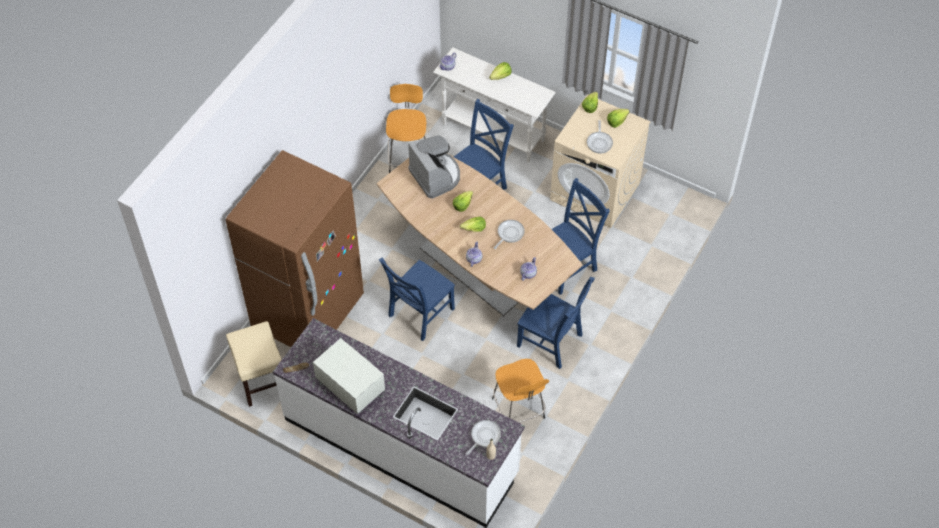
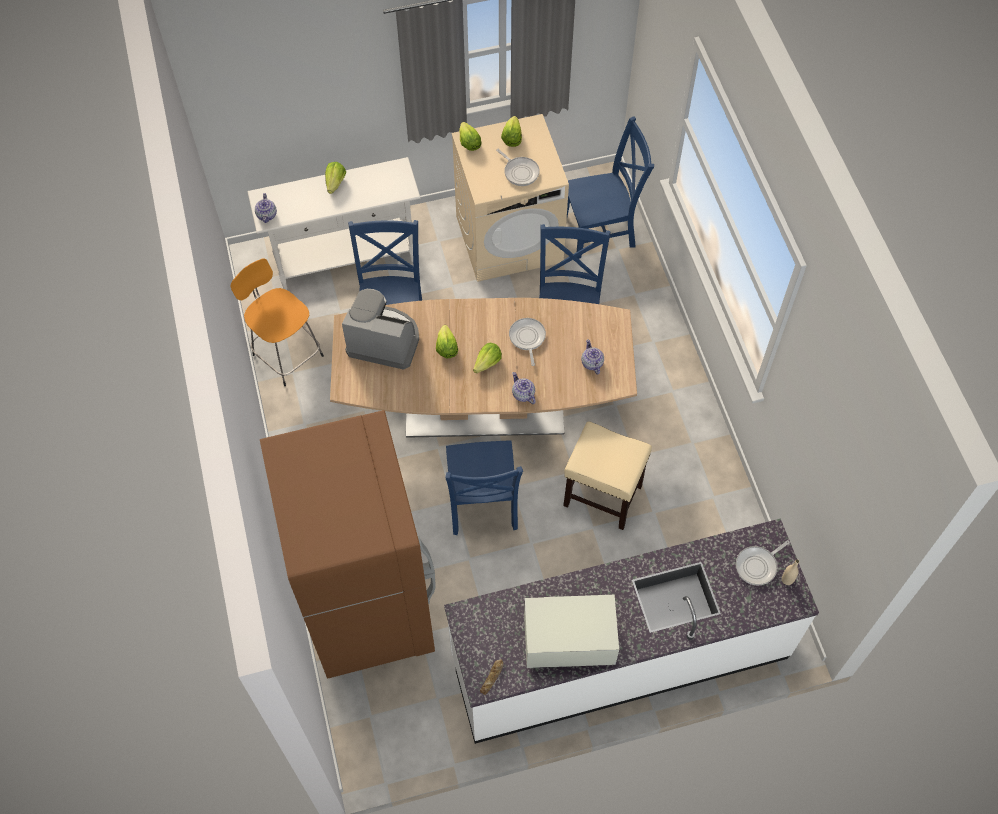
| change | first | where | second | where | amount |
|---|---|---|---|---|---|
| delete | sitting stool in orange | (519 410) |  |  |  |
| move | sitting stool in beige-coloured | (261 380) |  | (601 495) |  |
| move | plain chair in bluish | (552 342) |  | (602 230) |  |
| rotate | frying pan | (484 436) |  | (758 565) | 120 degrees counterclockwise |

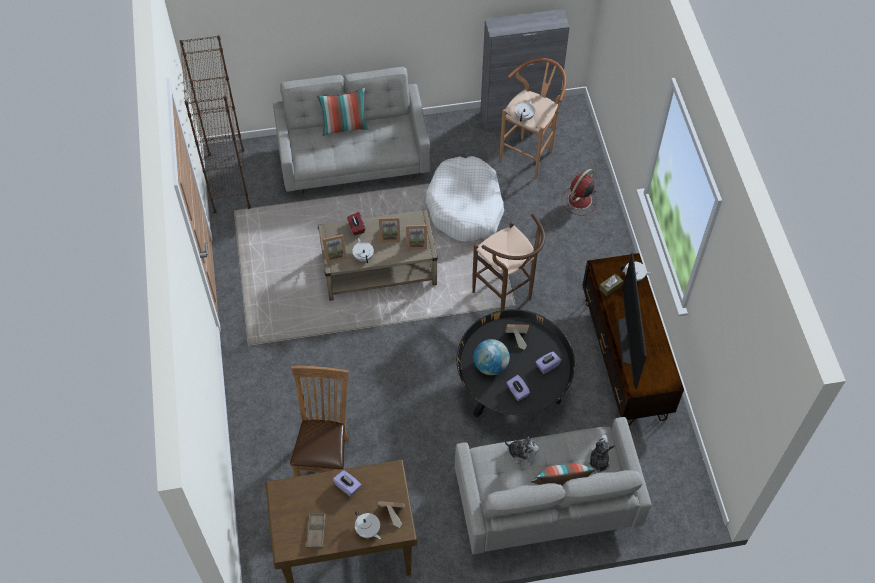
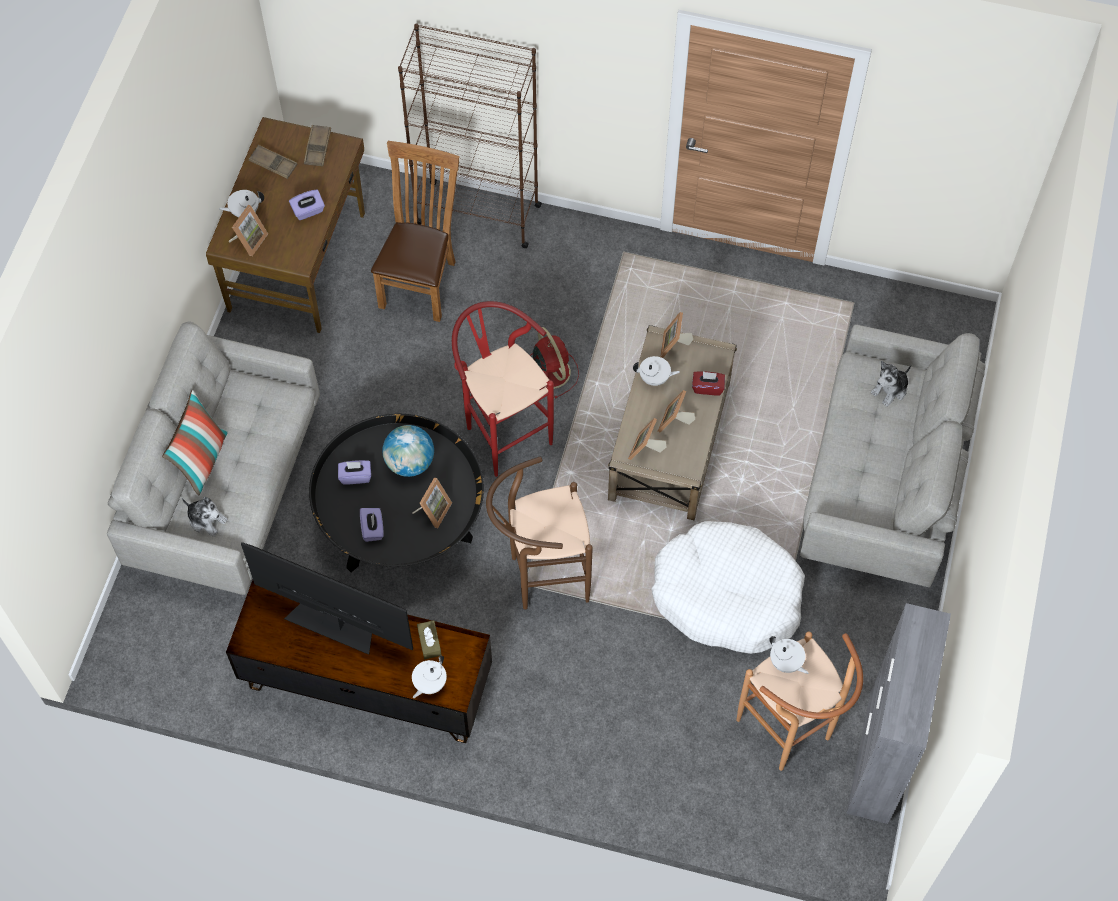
| change | first | where | second | where | amount |
|---|---|---|---|---|---|
| delete | cushion | (345 127) |  |  |  |
| insert |  |  | carrying tray in brown | (318 148) |  |
| insert |  |  | sitting stool in red-coloured | (503 431) |  |
| move | bookcase in brown | (229 181) |  | (477 214) |  |
| move | plush toy | (521 453) |  | (890 390) |  |
| move | electric fan in red-coloured | (579 200) |  | (550 370) |  |
| rotate | plain chair in brown | (325 457) |  | (421 280) | 105 degrees counterclockwise |

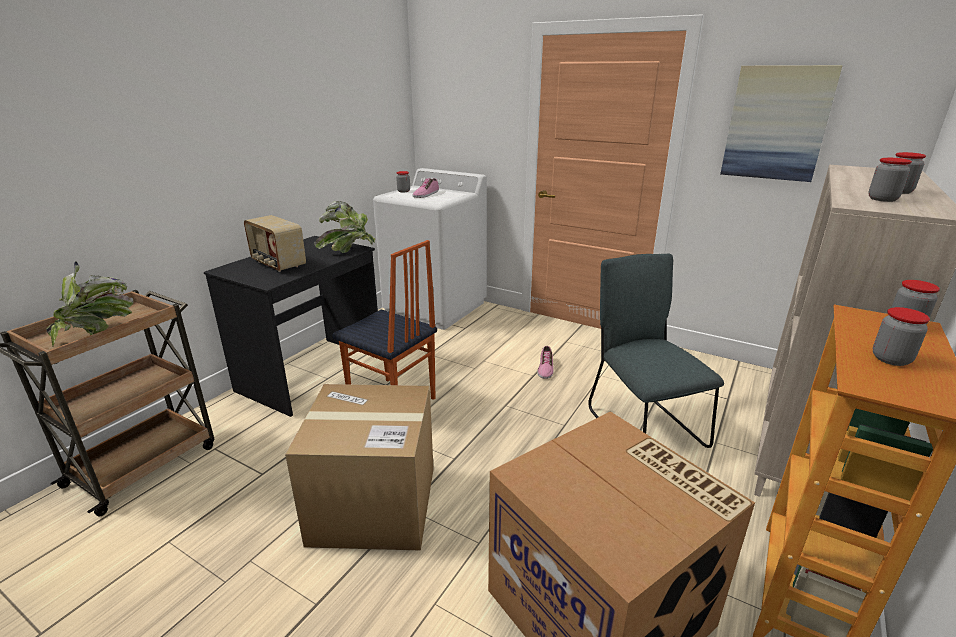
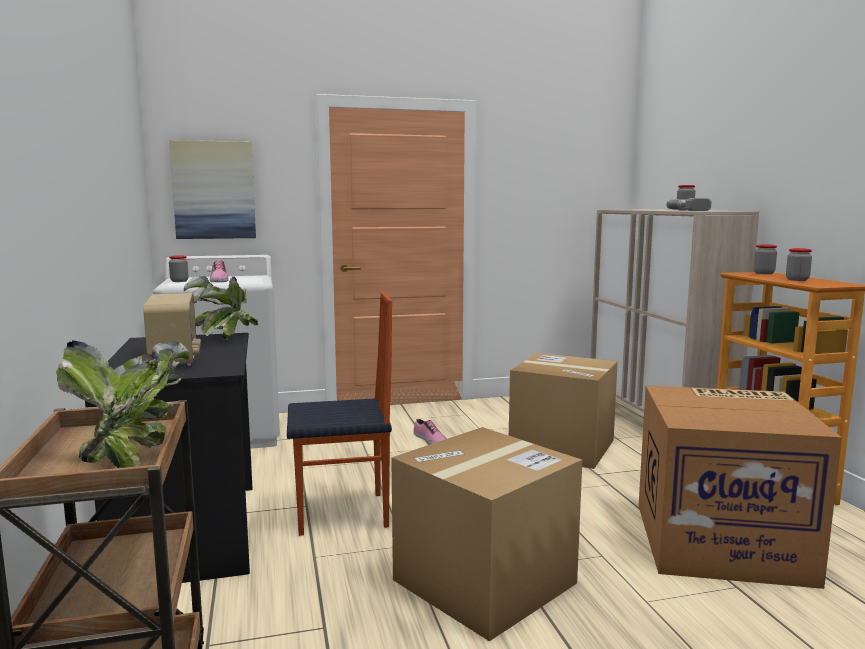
| change | first | where | second | where | amount |
|---|---|---|---|---|---|
| move | wall art | (777 123) |  | (214 190) |  |
| replace | plain chair in gray | (641 425) | carton | (562 446) |  |
| replace | storage jar | (882 199) | drill | (696 210) |  |
| rotate | radio set | (277 264) |  | (175 360) | 105 degrees counterclockwise |

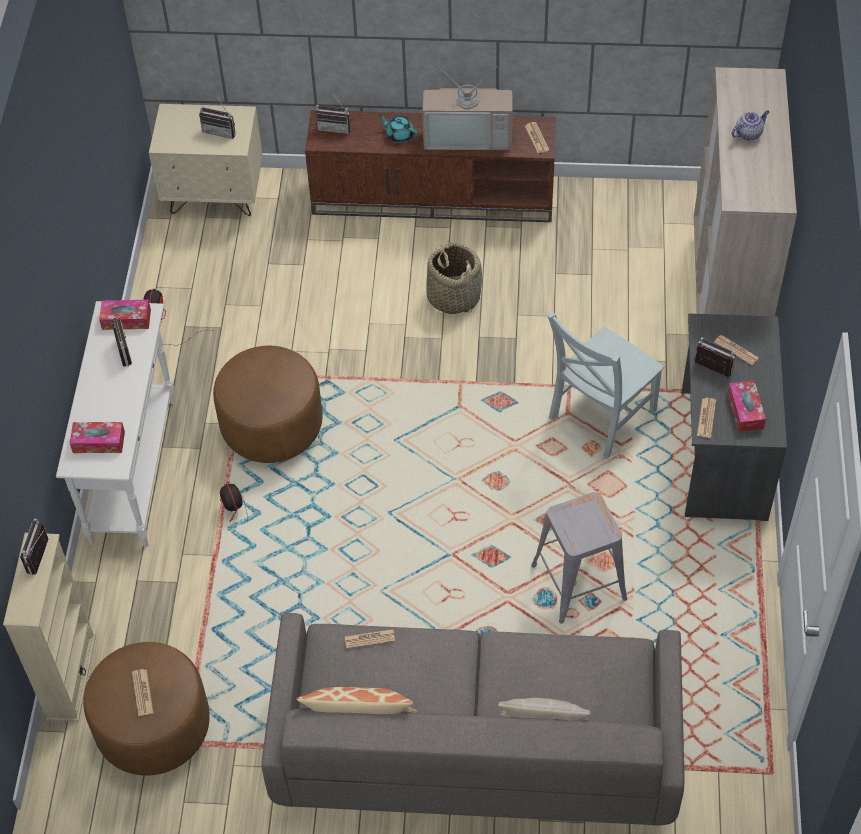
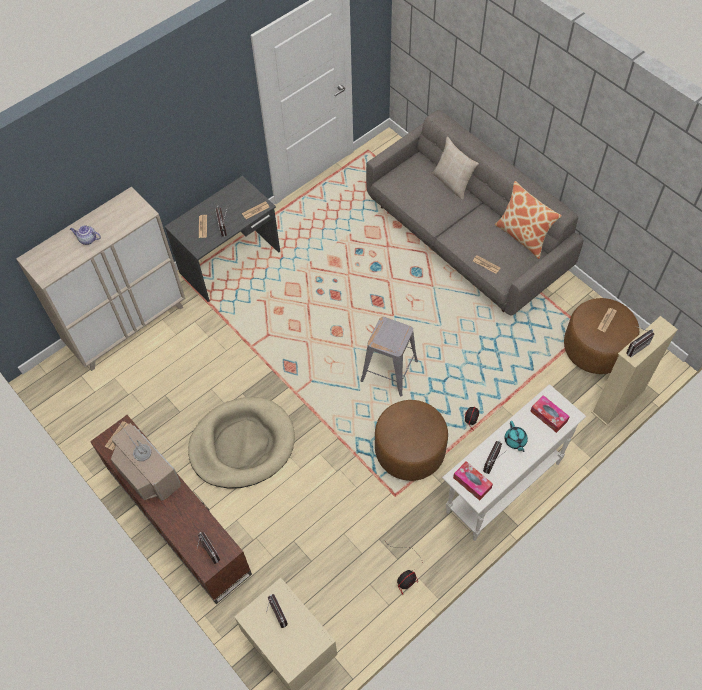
| change | first | where | second | where | amount |
|---|---|---|---|---|---|
| delete | plain chair in gray | (599 417) |  |  |  |
| delete | box of tissues | (745 410) |  |  |  |
| move | pot for tea in turquoise-coloured | (399 135) |  | (515 441) |  |
| move | sitting stool in gray | (577 583) |  | (389 371) |  |
| replace | household basket | (453 296) | dog bed in beige-coloured | (242 445) |  |

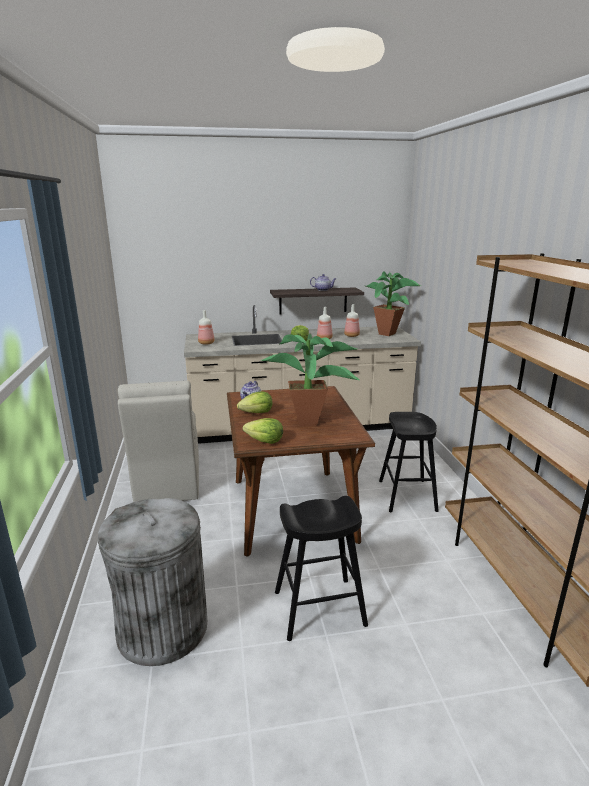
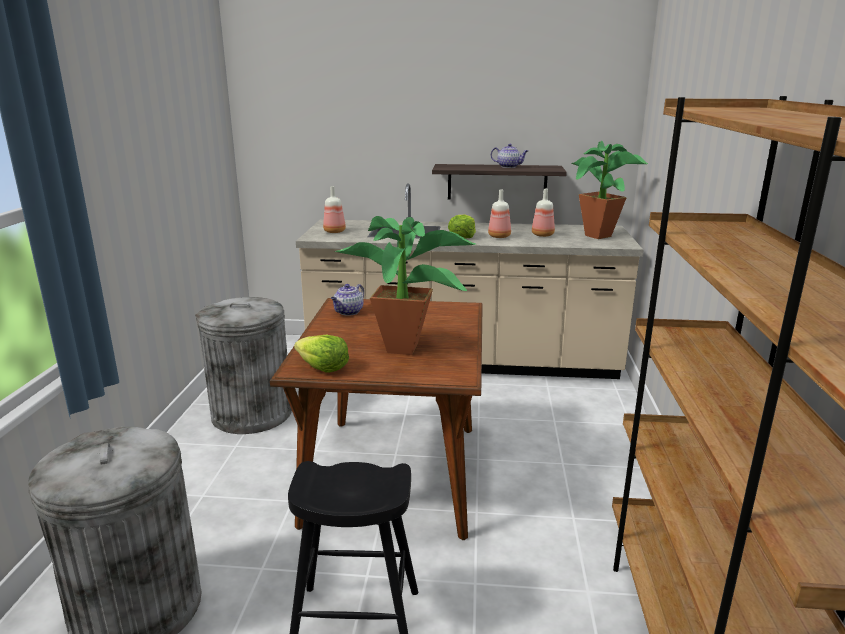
| change | first | where | second | where | amount |
|---|---|---|---|---|---|
| delete | lettuce head | (256 413) |  |  |  |
| delete | sitting stool in black | (407 495) |  |  |  |
| replace | plain chair in beige-coloured | (167 483) | trash can in gray | (251 414) |  |

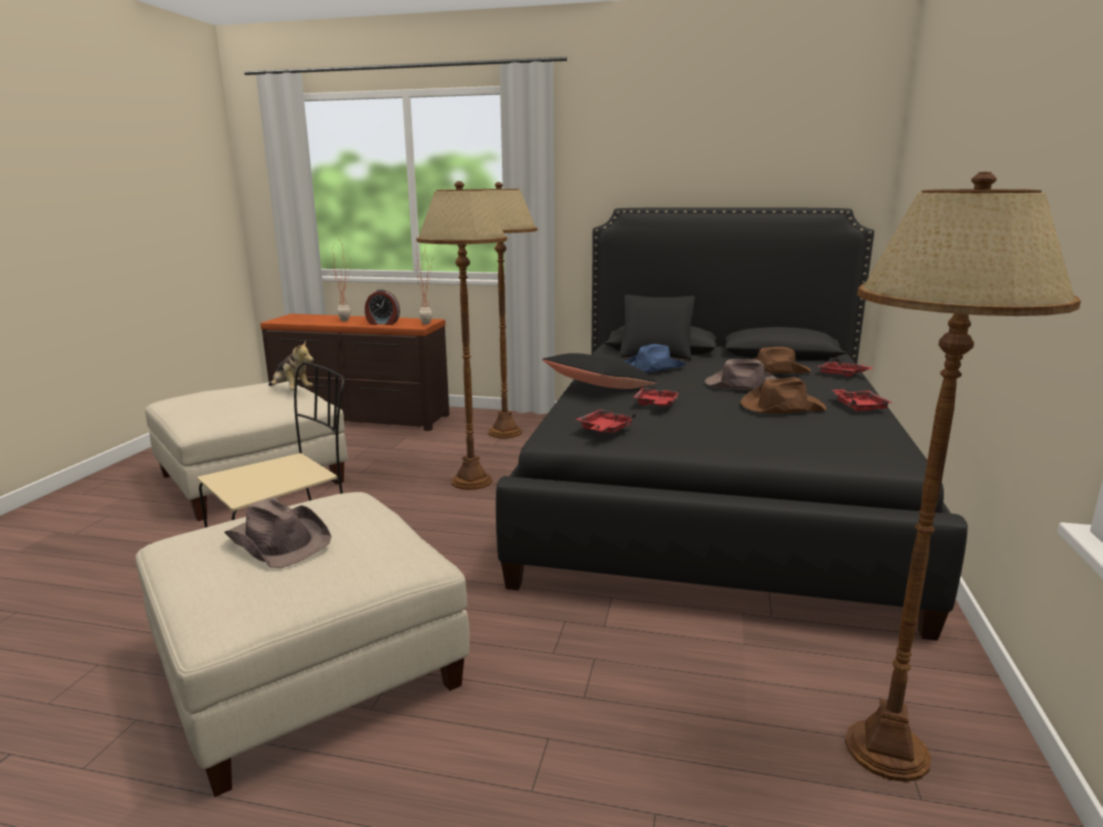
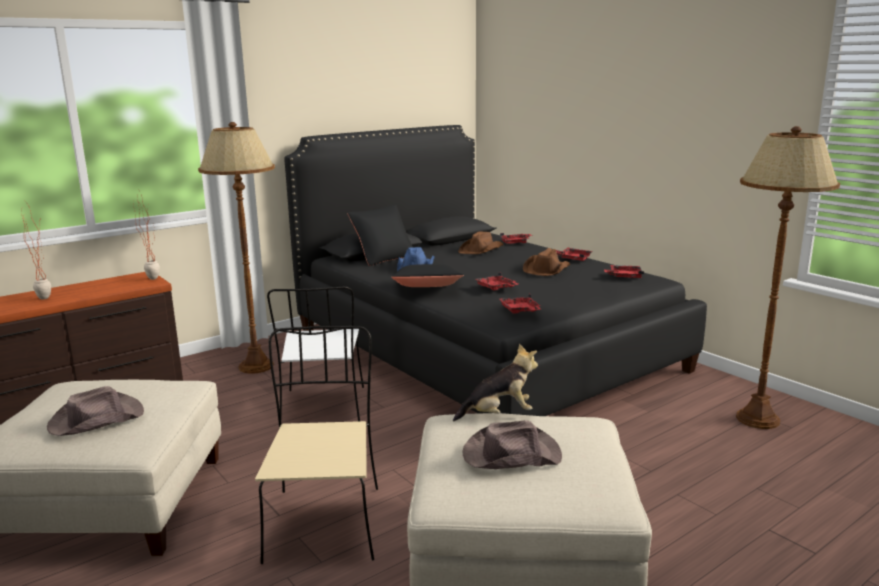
| change | first | where | second | where | amount |
|---|---|---|---|---|---|
| delete | table clock | (382 323) |  |  |  |
| insert |  |  | carrying tray in red-coloured | (624 276) |  |
| move | plush toy | (291 391) |  | (499 414) |  |
| move | hat in brown | (742 385) |  | (95 419) |  |
| replace | standard lamp in brown | (471 481) | plain chair in whitish | (323 408) |  |

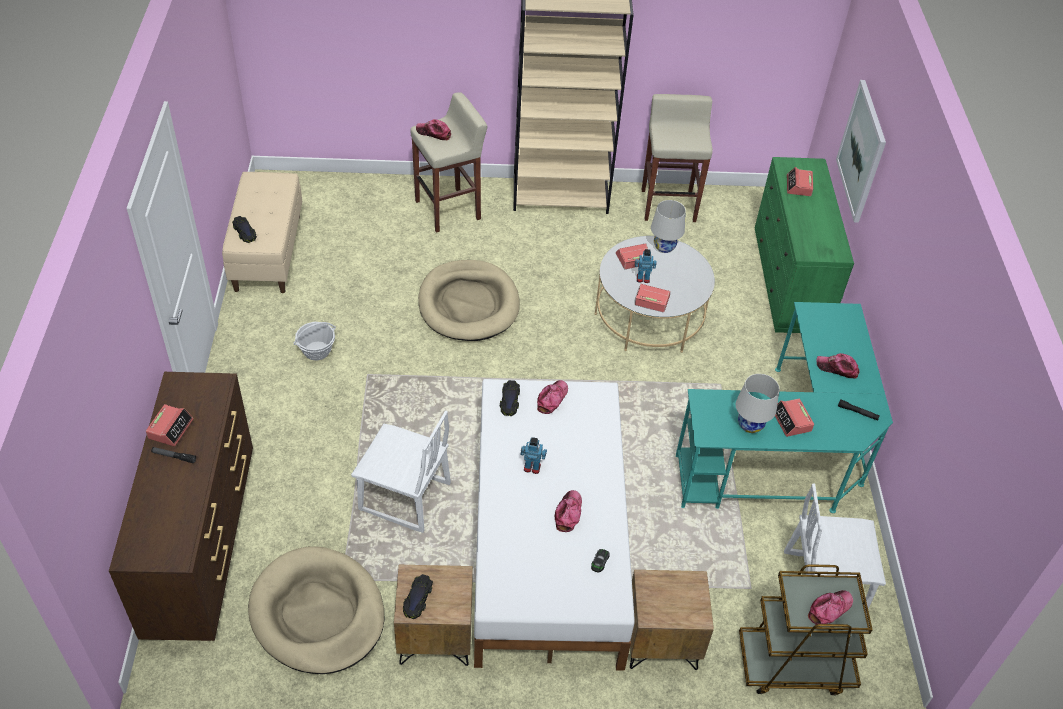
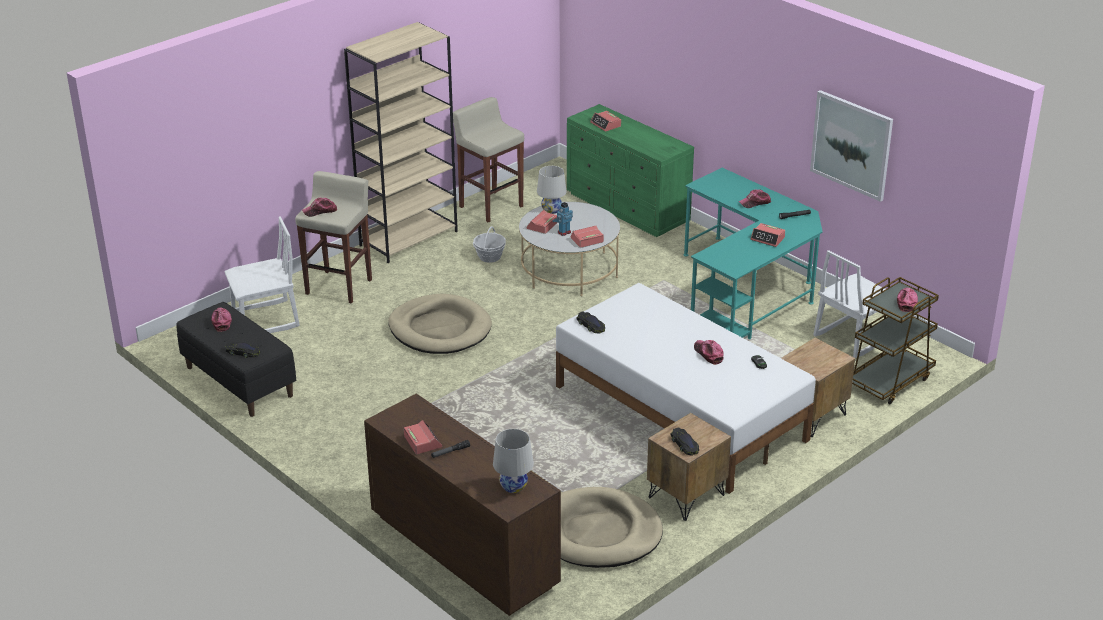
| change | first | where | second | where | amount |
|---|---|---|---|---|---|
| delete | robot figure | (532 467) |  |  |  |
| move | household basket | (317 351) |  | (489 257) |  |
| move | plain chair in whitish | (404 497) |  | (265 320) |  |
| move | peaked cap | (552 399) |  | (221 321) |  |
| move | table lamp in whitish | (750 425) |  | (513 486) |  |
| move | wall art | (861 151) |  | (851 145) |  |
| recolor | bench in beige-coloured | (267 252) | bench in black | (238 381) |  |

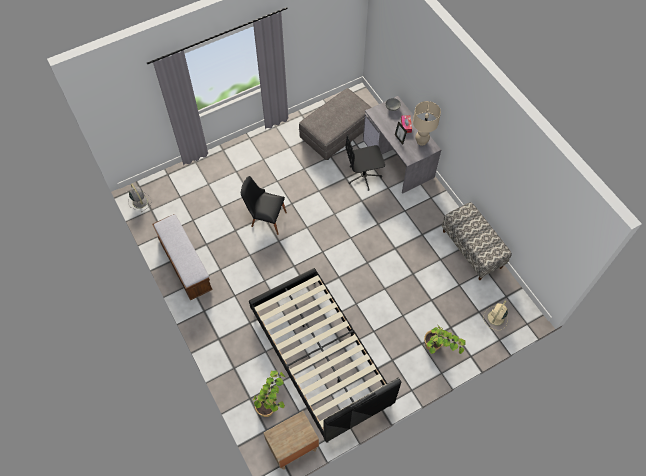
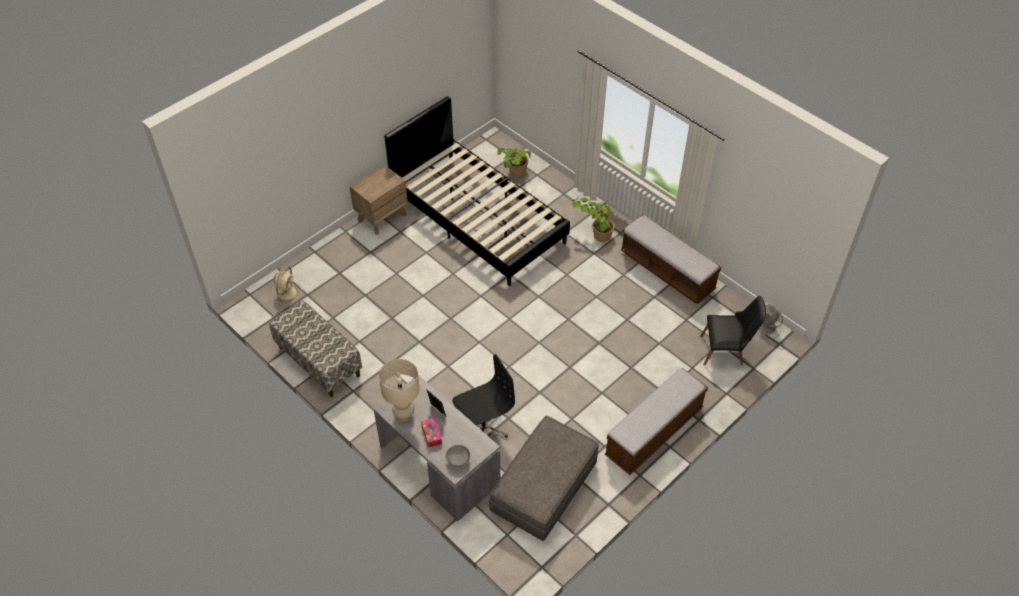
| change | first | where | second | where | amount |
|---|---|---|---|---|---|
| insert |  |  | bench | (653 432) |  |
| move | plain chair in black | (265 218) |  | (726 351) |  |
| move | nightstand in brown | (292 447) |  | (382 216) |  |
| move | plant in a pot | (438 349) |  | (594 232) |  |

